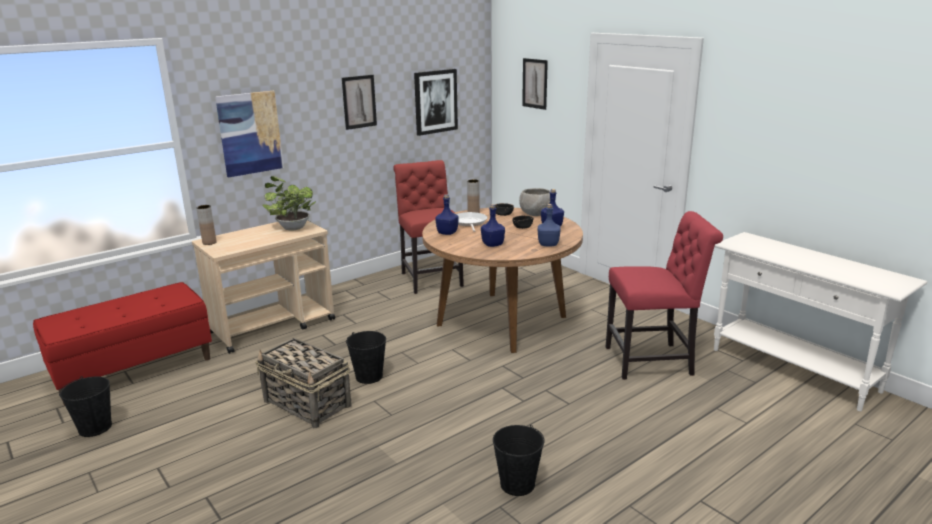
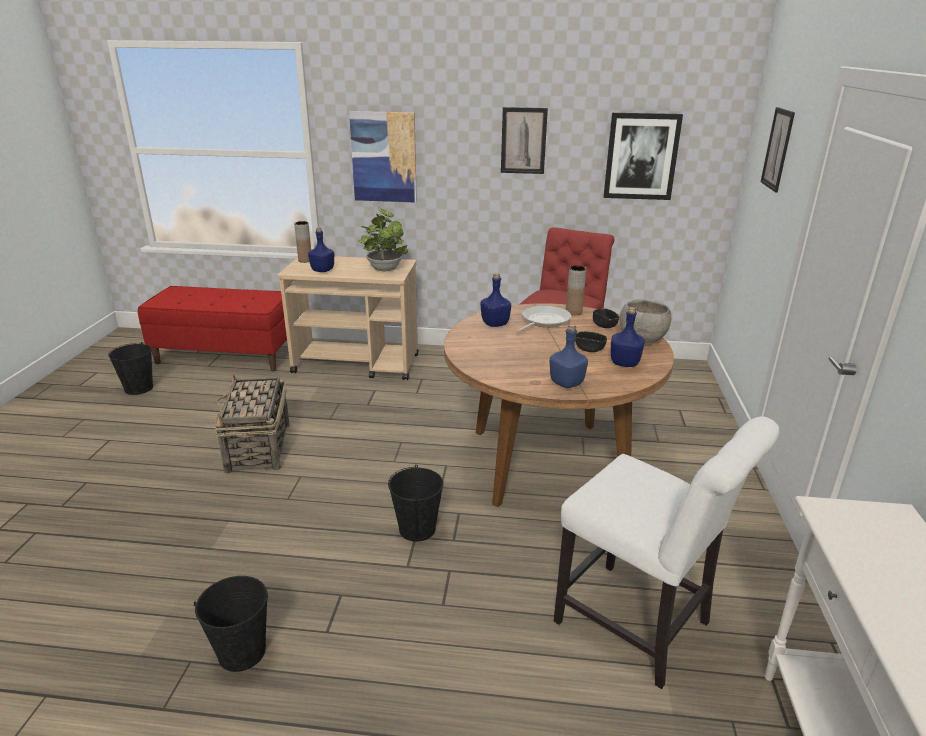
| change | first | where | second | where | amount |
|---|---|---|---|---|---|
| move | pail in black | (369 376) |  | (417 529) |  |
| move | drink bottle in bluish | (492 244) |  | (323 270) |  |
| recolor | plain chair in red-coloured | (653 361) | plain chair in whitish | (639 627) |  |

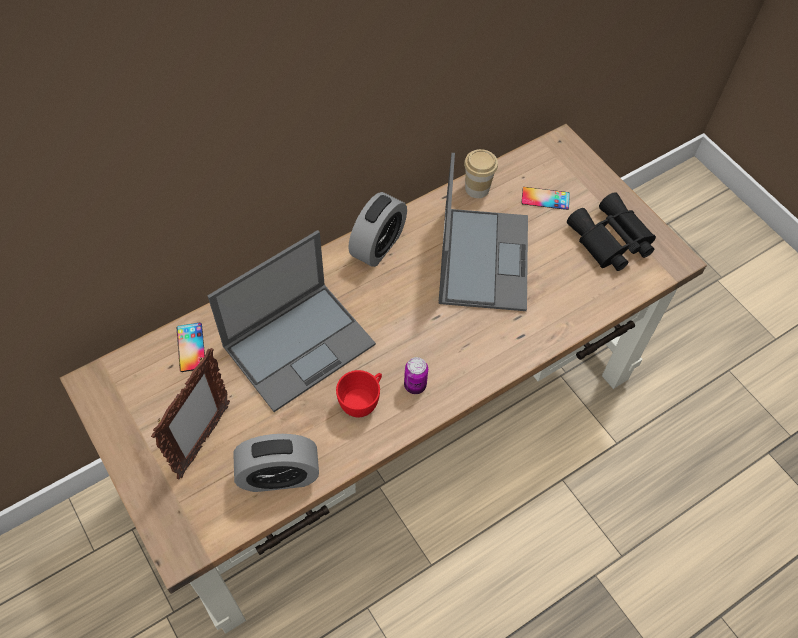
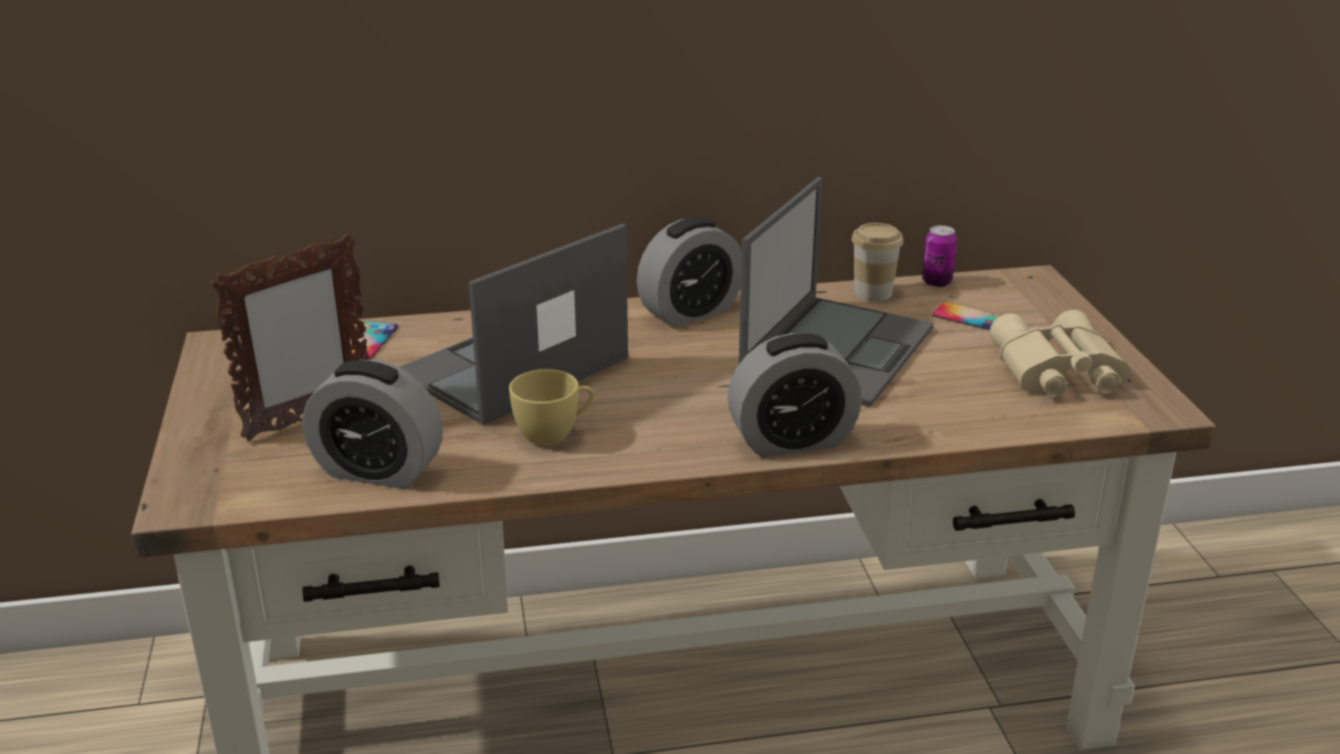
| change | first | where | second | where | amount |
|---|---|---|---|---|---|
| insert |  |  | table clock | (792 441) |  |
| move | can | (415 385) |  | (936 282) |  |
| recolor | small cup in red-coloured | (362 402) | small cup in yellowish | (554 434) |  |
| recolor | pair of binoculars in black | (610 241) | pair of binoculars in beige-coloured | (1055 372) |  |
| rotate | notebook computer | (300 344) |  | (512 368) | 150 degrees clockwise |

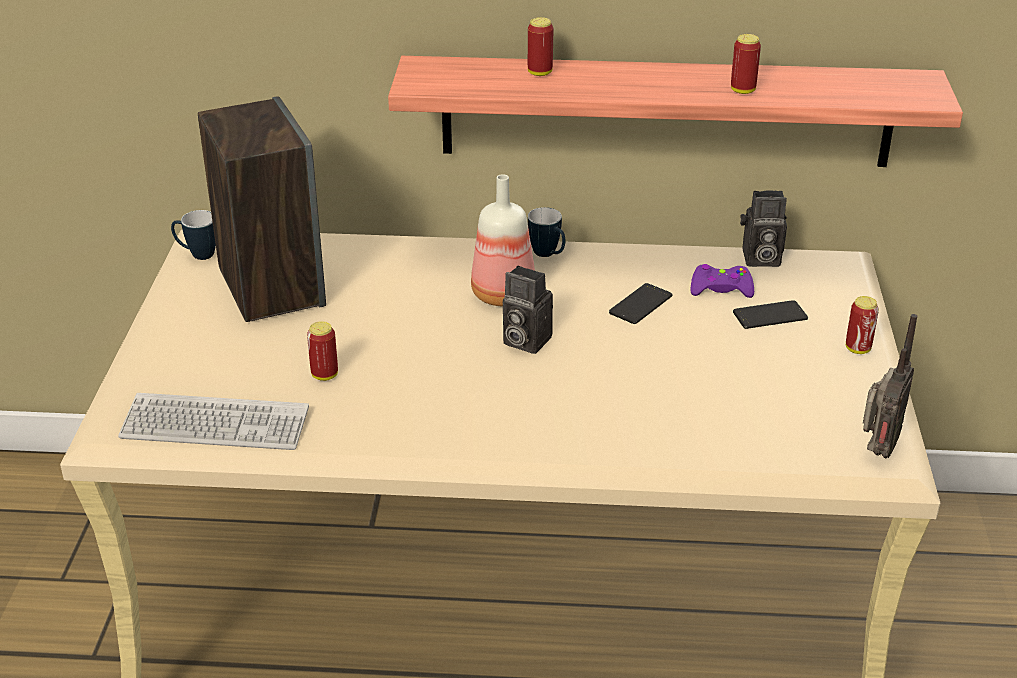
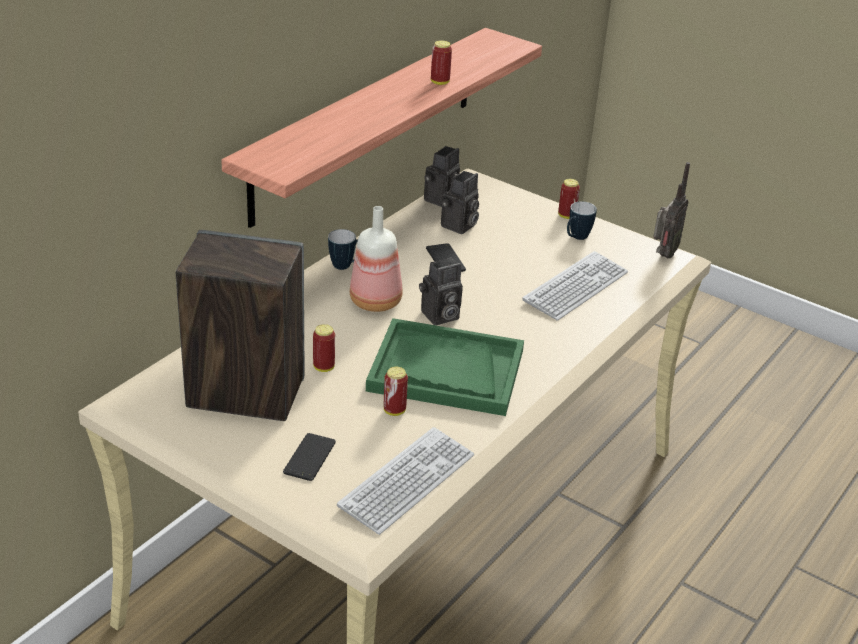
| change | first | where | second | where | amount |
|---|---|---|---|---|---|
| insert |  |  | carrying tray in greenish | (445 371) |  |
| insert |  |  | computer keyboard | (575 287) |  |
| move | tea mug | (197 254) |  | (576 238) |  |
| move | can | (540 73) |  | (323 367) |  |
| move | handset | (770 316) |  | (309 457) |  |
| replace | game controller in purple-coloured | (721 289) | still camera | (459 226) |  |
| rotate | radio set | (876 451) |  | (663 255) | 60 degrees clockwise |

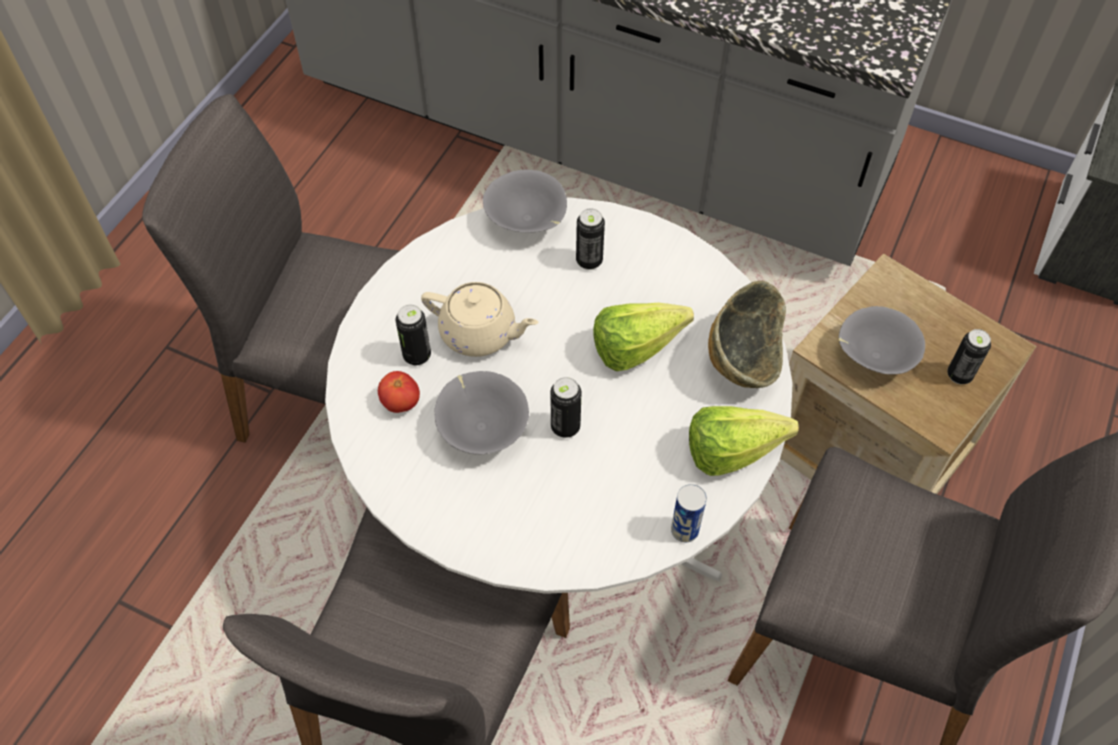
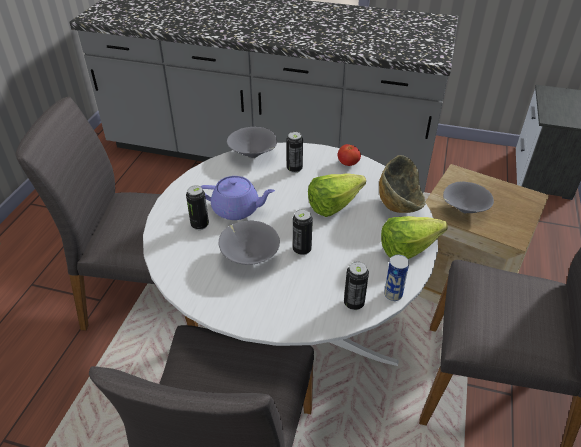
| change | first | where | second | where | amount |
|---|---|---|---|---|---|
| move | tomato | (401 403) |  | (348 164) |  |
| move | can | (959 375) |  | (354 303) |  |
| recolor | pot for tea in beige-coloured | (480 333) | pot for tea in purple-coloured | (237 209) |  |

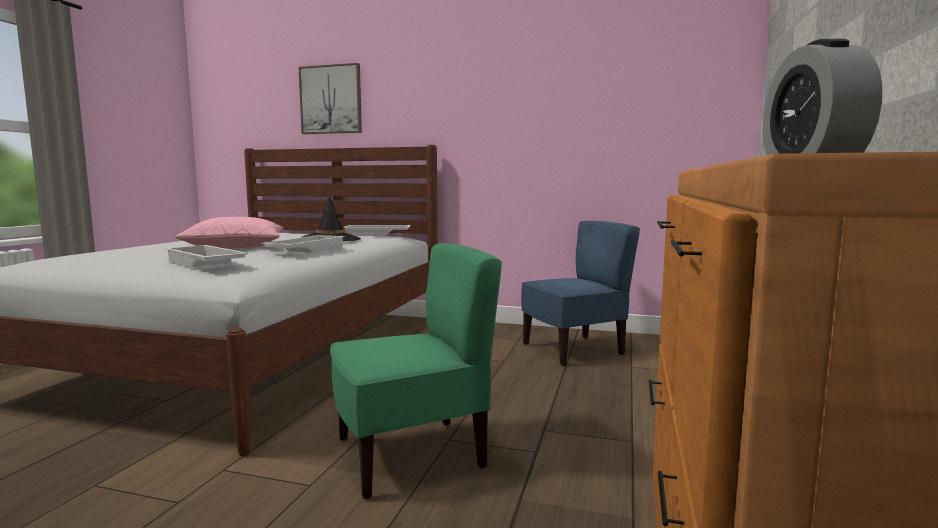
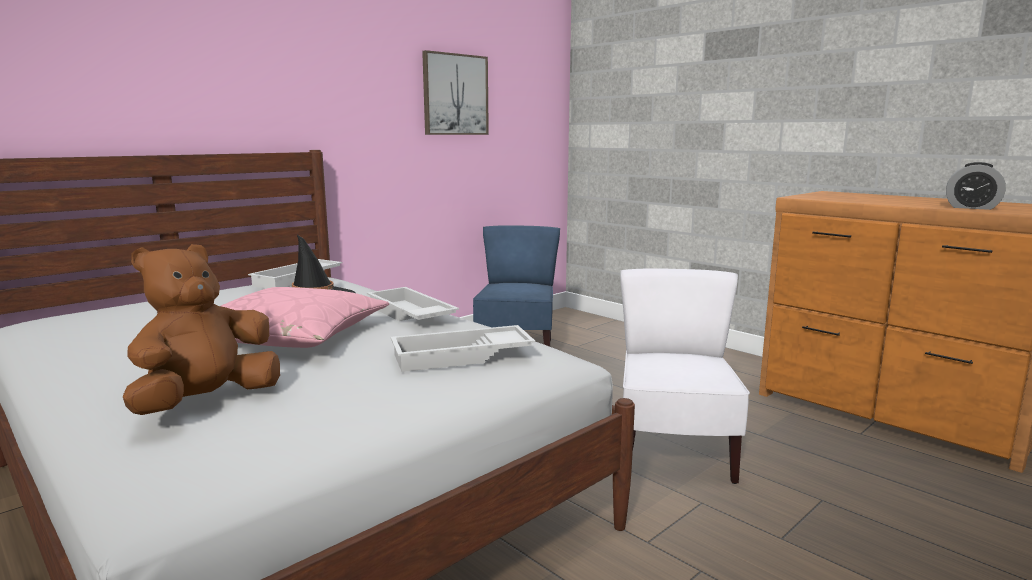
| change | first | where | second | where | amount |
|---|---|---|---|---|---|
| insert |  |  | plush toy in brown | (206 402) |  |
| move | wall art | (331 99) |  | (455 95) |  |
| recolor | plain chair in greenish | (411 454) | plain chair in whitish | (673 454) |  |

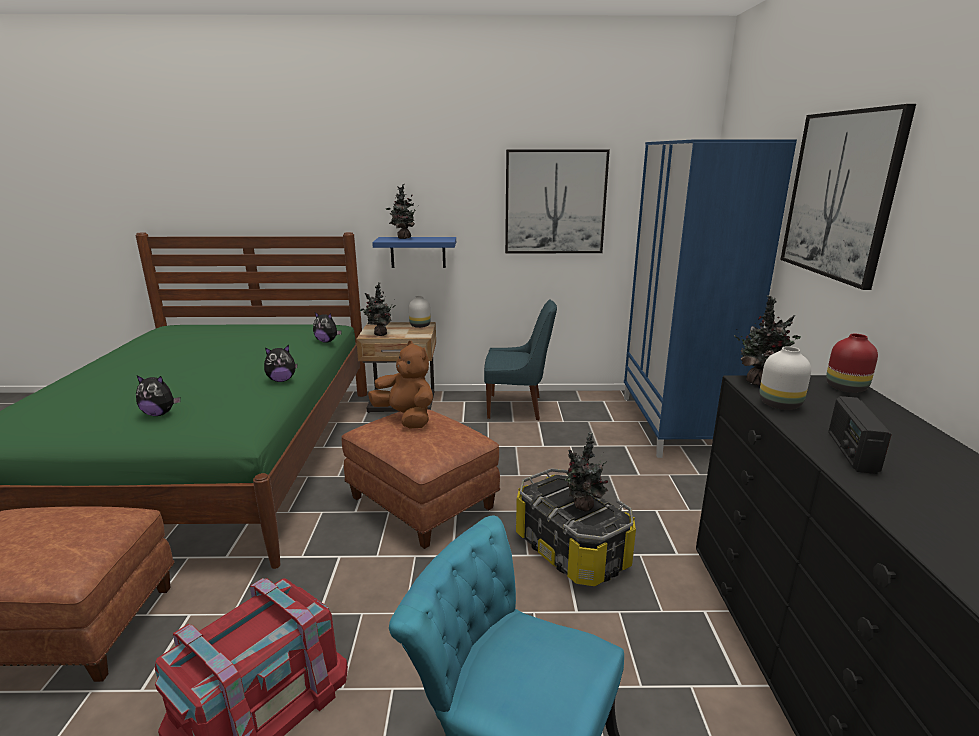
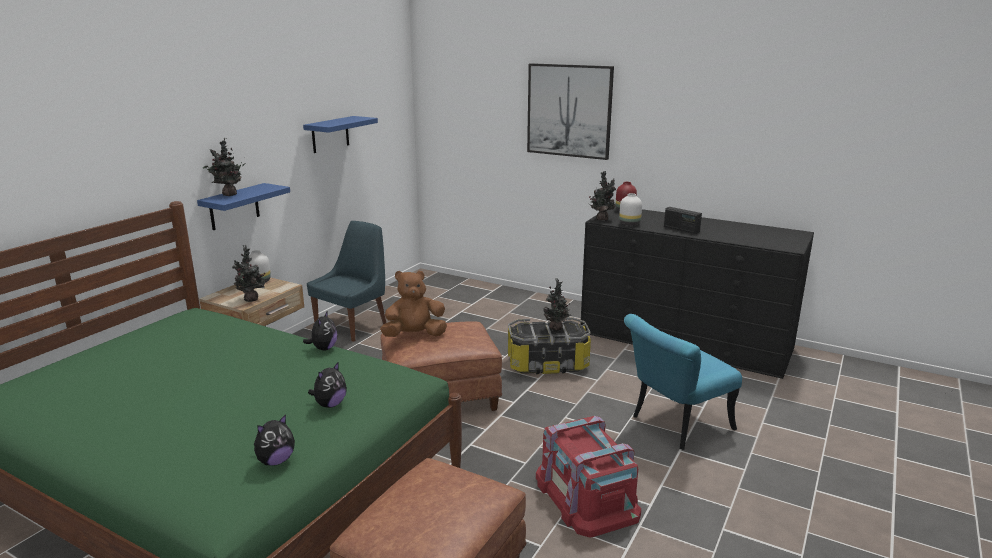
| change | first | where | second | where | amount |
|---|---|---|---|---|---|
| delete | wardrobe in bluish | (675 425) |  |  |  |
| move | plush toy | (327 341) |  | (275 461) |  |
| replace | wall art | (555 202) | bracket shelf in bluish | (330 134) |  |

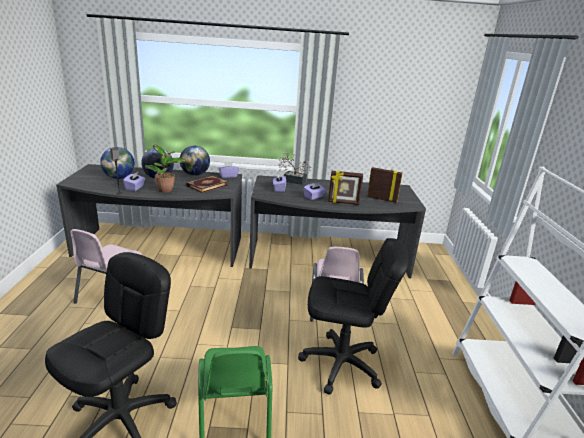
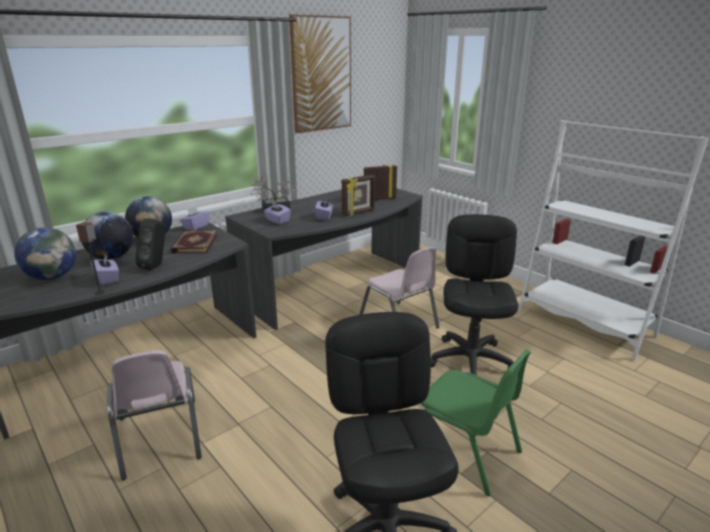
| change | first | where | second | where | amount |
|---|---|---|---|---|---|
| insert |  |  | wall art | (321 74) |  |
| replace | plant in a pot | (166 190) | speaker in black | (156 266) |  |
| rotate | desk chair in black | (341 364) |  | (471 361) | 45 degrees counterclockwise |

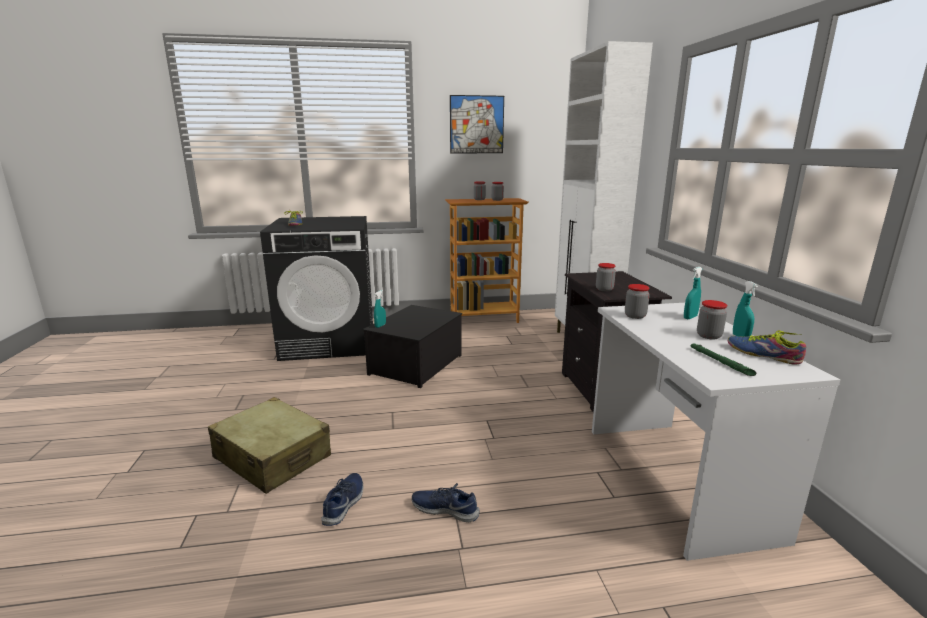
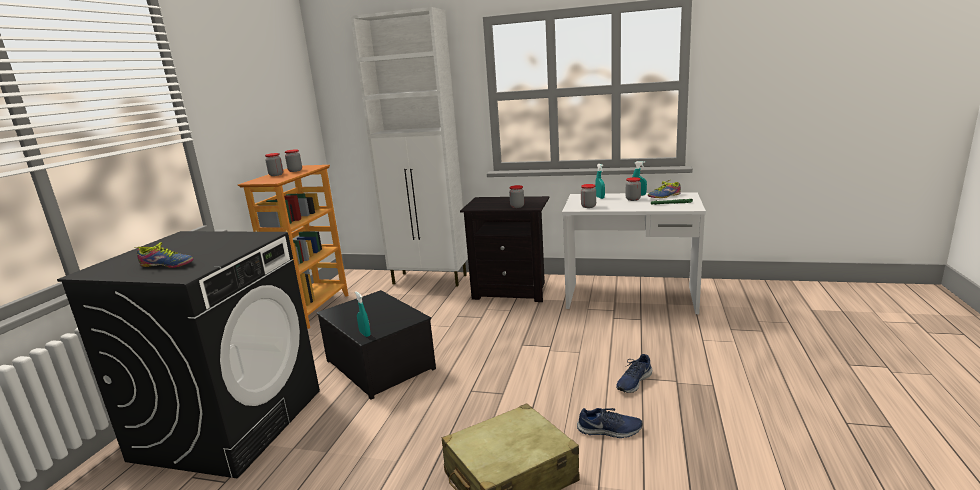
| change | first | where | second | where | amount |
|---|---|---|---|---|---|
| delete | wall art | (476 124) |  |  |  |
| rotate | shoe in bluish | (344 503) |  | (609 430) | 150 degrees clockwise |

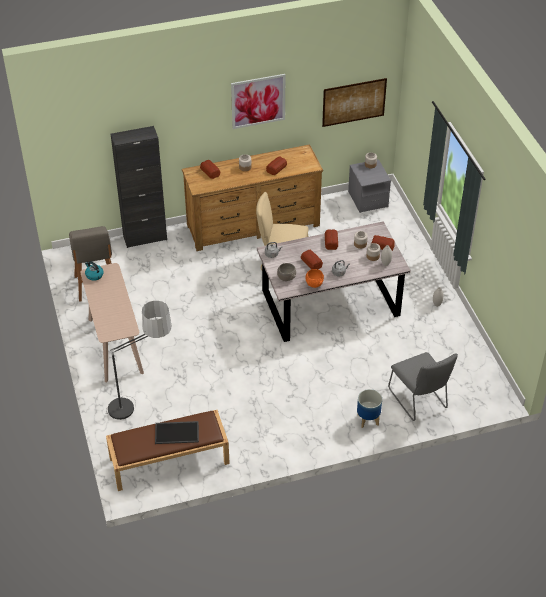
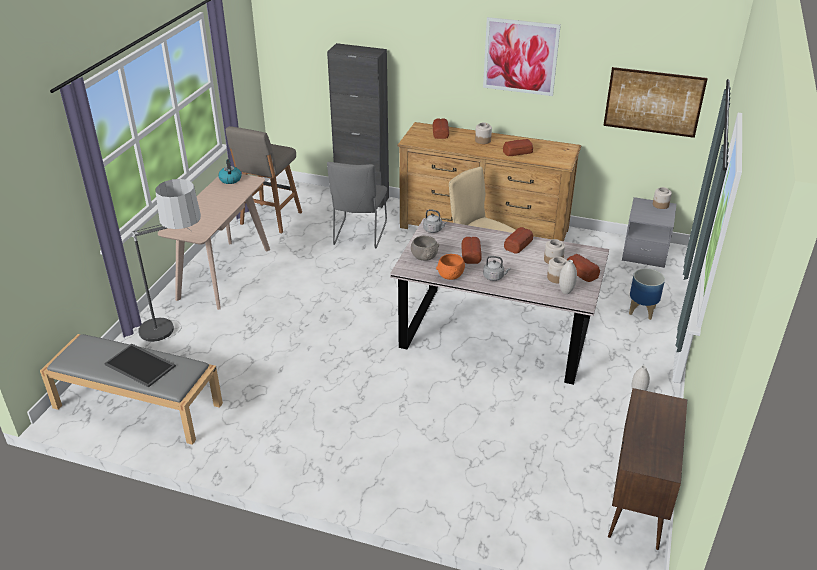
| change | first | where | second | where | amount |
|---|---|---|---|---|---|
| insert |  |  | storage cabinet in brown | (638 502) |  |
| move | plant pot | (367 420) |  | (641 311) |  |
| move | plain chair in gray | (419 400) |  | (359 235) |  |
| recolor | bench in brown | (168 461) | bench in gray | (136 406) |  |

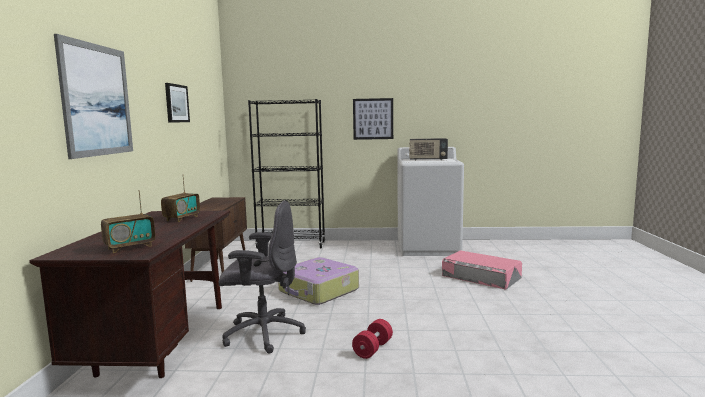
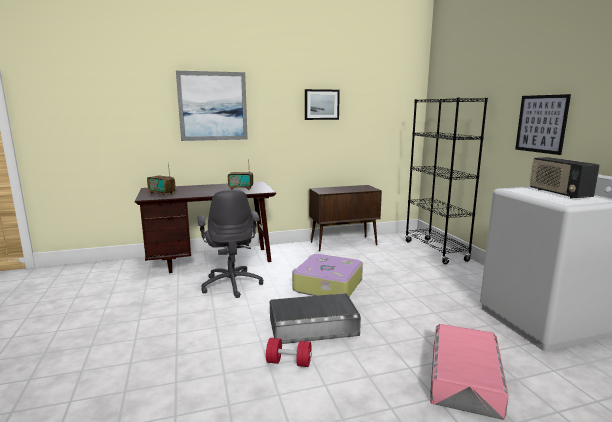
| change | first | where | second | where | amount |
|---|---|---|---|---|---|
| insert |  |  | storage bin in gray | (313 326) |  |
| move | dumbbell in red-coloured | (373 349) |  | (289 362) |  |

